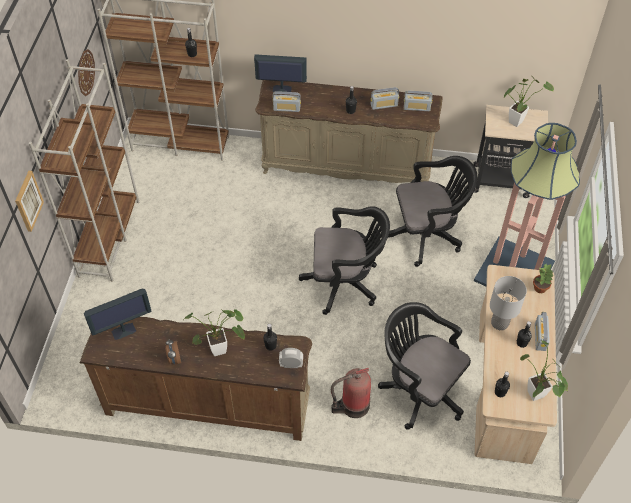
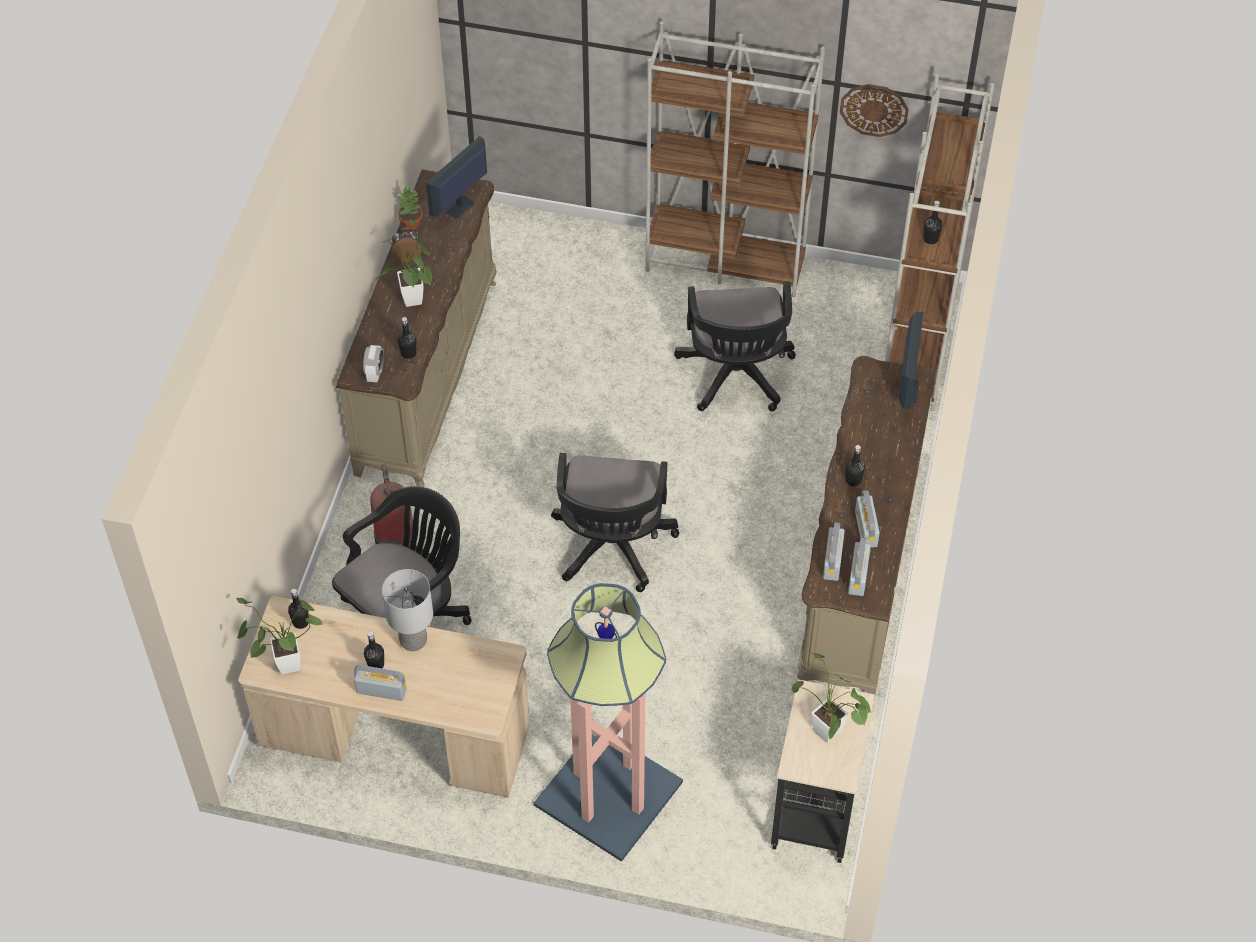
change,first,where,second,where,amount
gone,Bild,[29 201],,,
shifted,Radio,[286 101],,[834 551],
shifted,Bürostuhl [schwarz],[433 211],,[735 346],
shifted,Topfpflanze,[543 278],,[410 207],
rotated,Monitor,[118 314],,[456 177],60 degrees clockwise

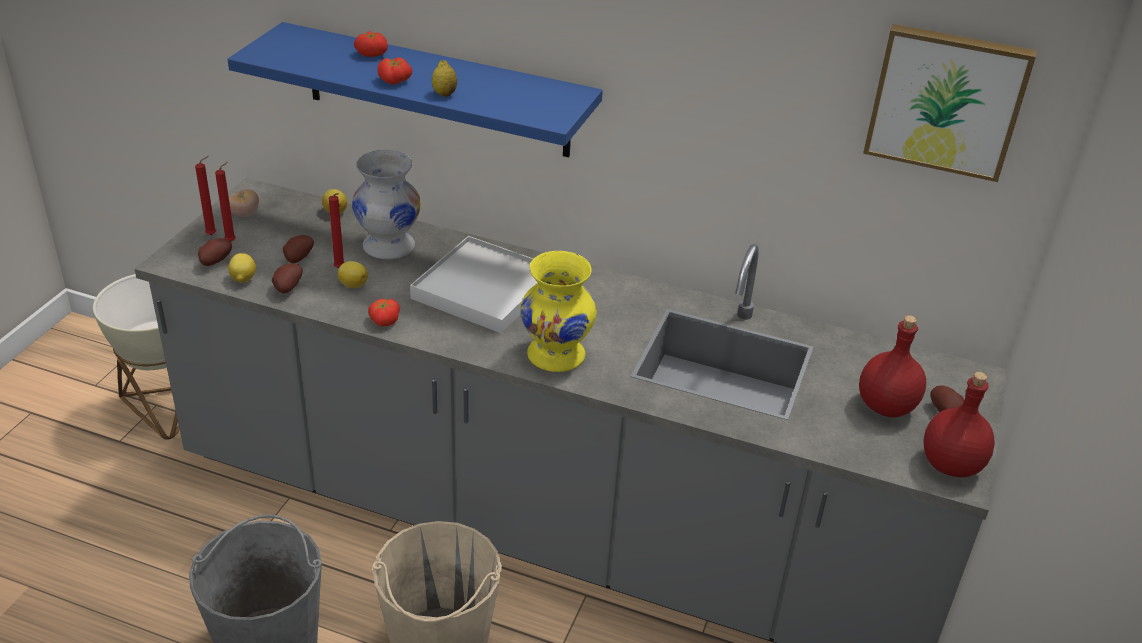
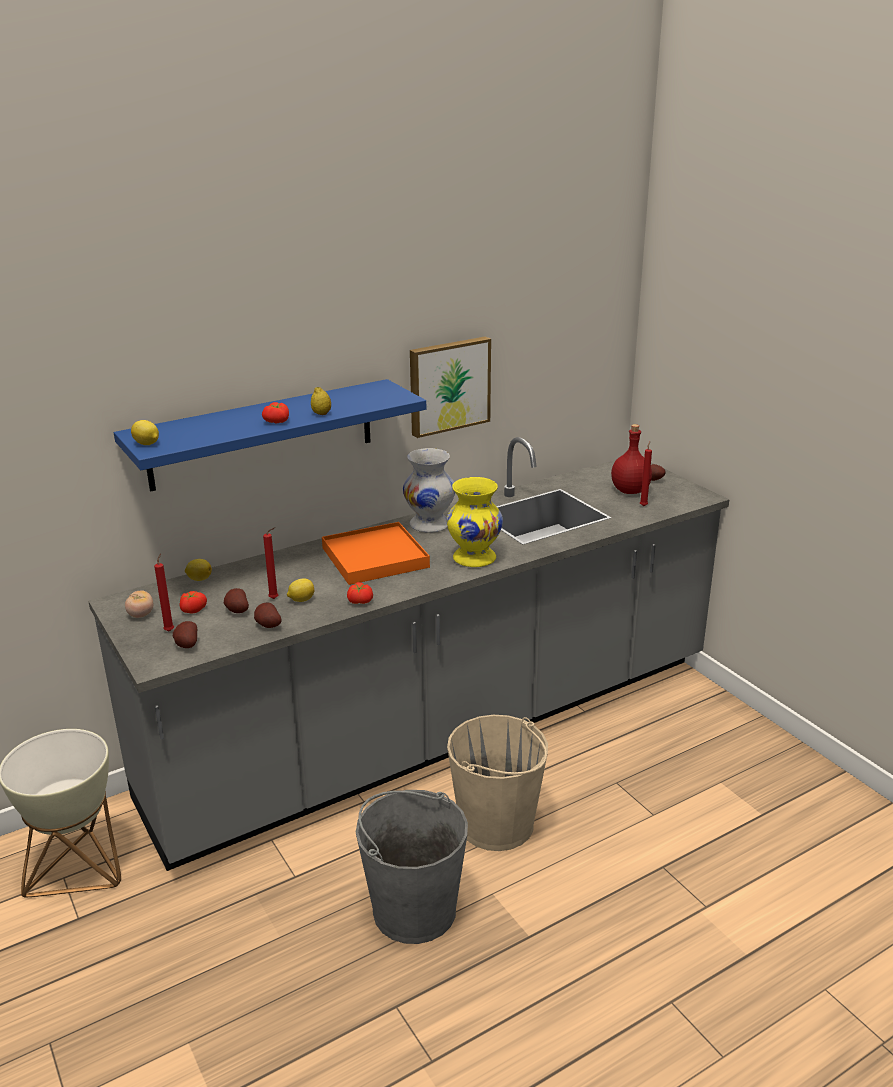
change,first,where,second,where,amount
gone,Flasche [rot],[959 424],,,
shifted,Kerze [rot],[206 195],,[646 473],
shifted,Zitrone,[242 268],,[145 432],
shifted,Vase [weiß],[386 204],,[429 490],
shifted,Tomate,[371 44],,[193 602],
shifted,Bild,[950 103],,[450 387],
repainted,Tablett [weiß],[474 285],Tablett [orange],[376 553],

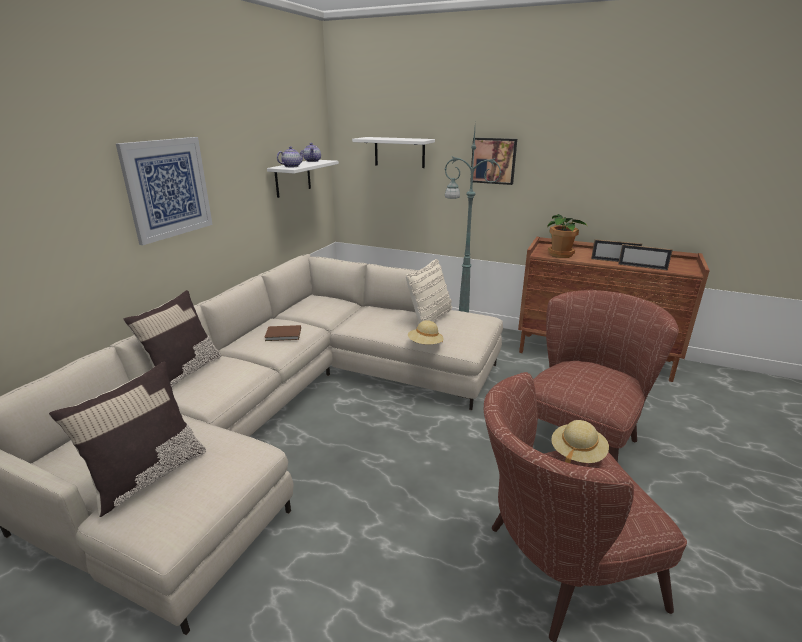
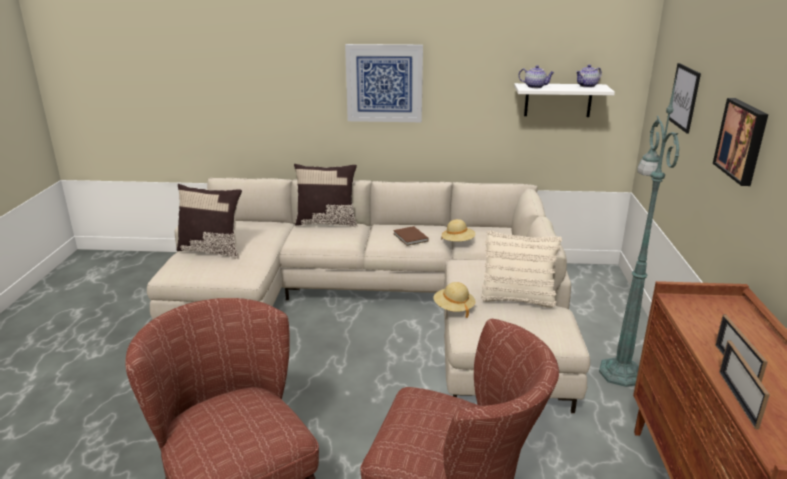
change,first,where,second,where,amount
gone,Topfpflanze,[567 236],,,
shifted,Hut [beige],[580 441],,[458 230],
swapped,Wandregal [weiß],[393 152],Bild,[685 98],

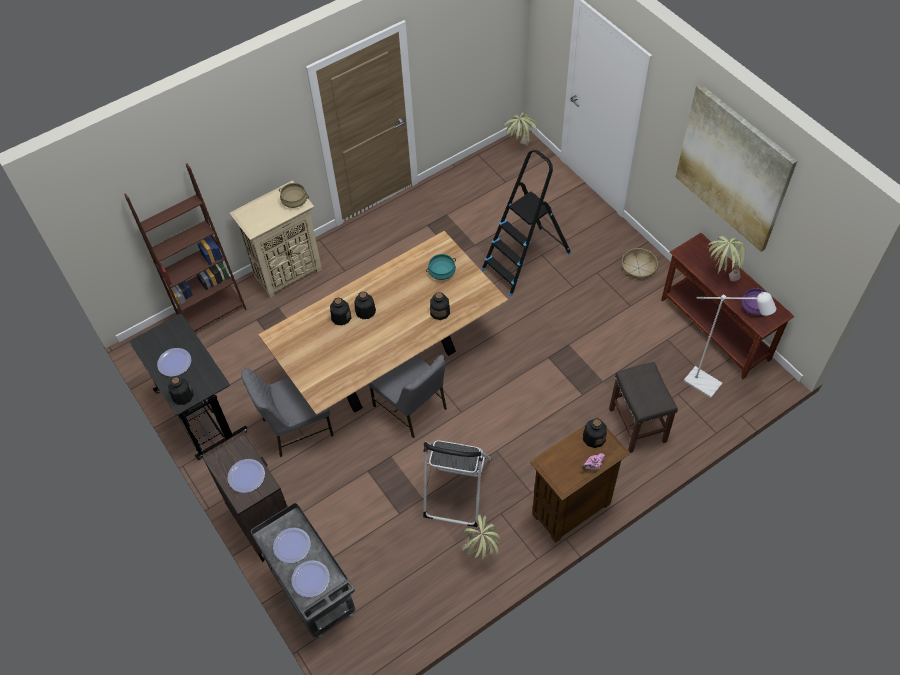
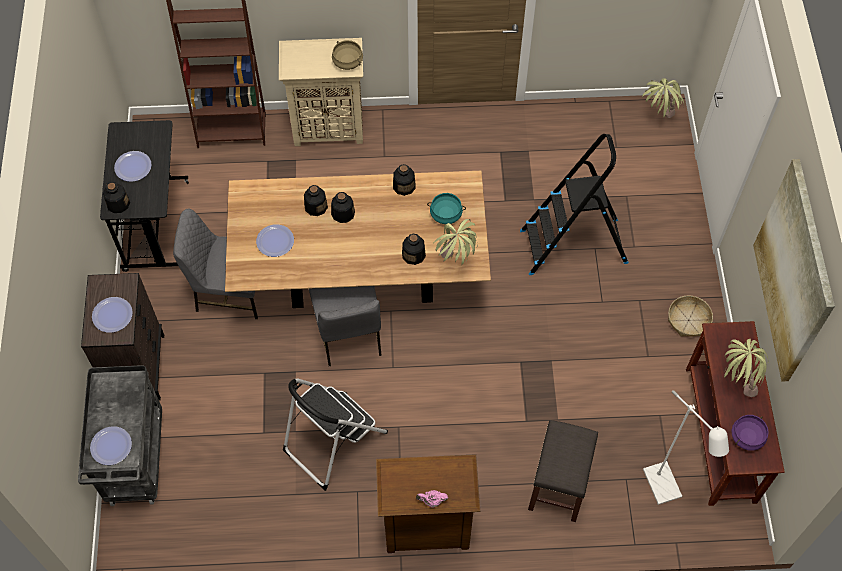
change,first,where,second,where,amount
shifted,Teller,[292 545],,[275 240],
shifted,Topfpflanze,[481 538],,[455 242],
shifted,Flasche,[595 433],,[404 180],

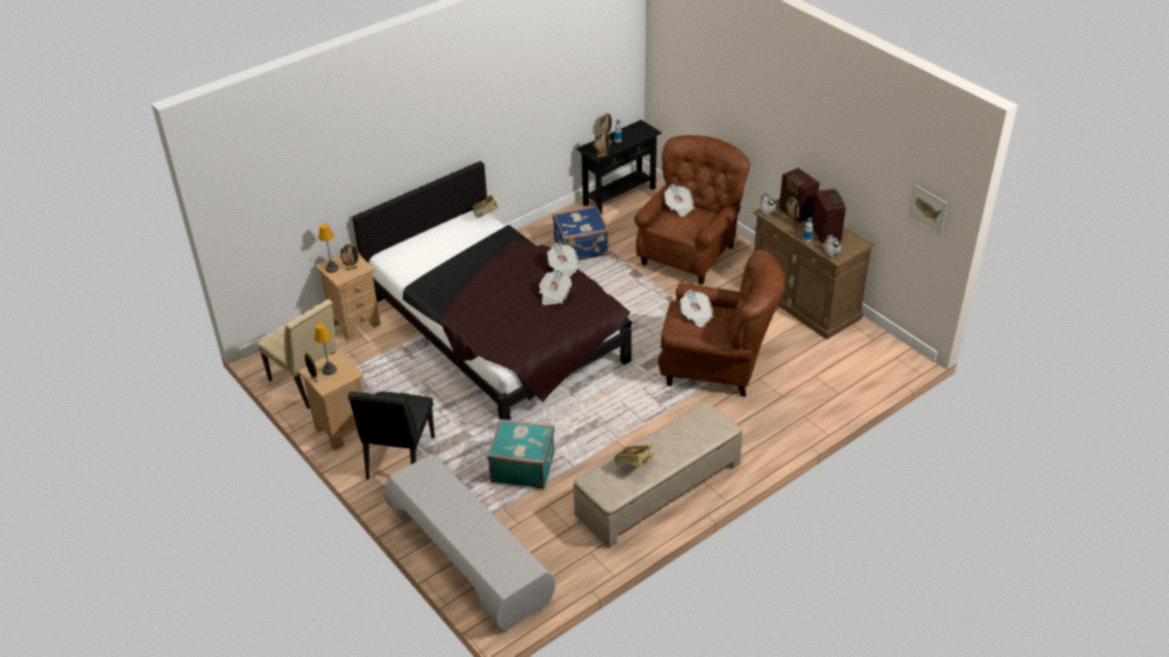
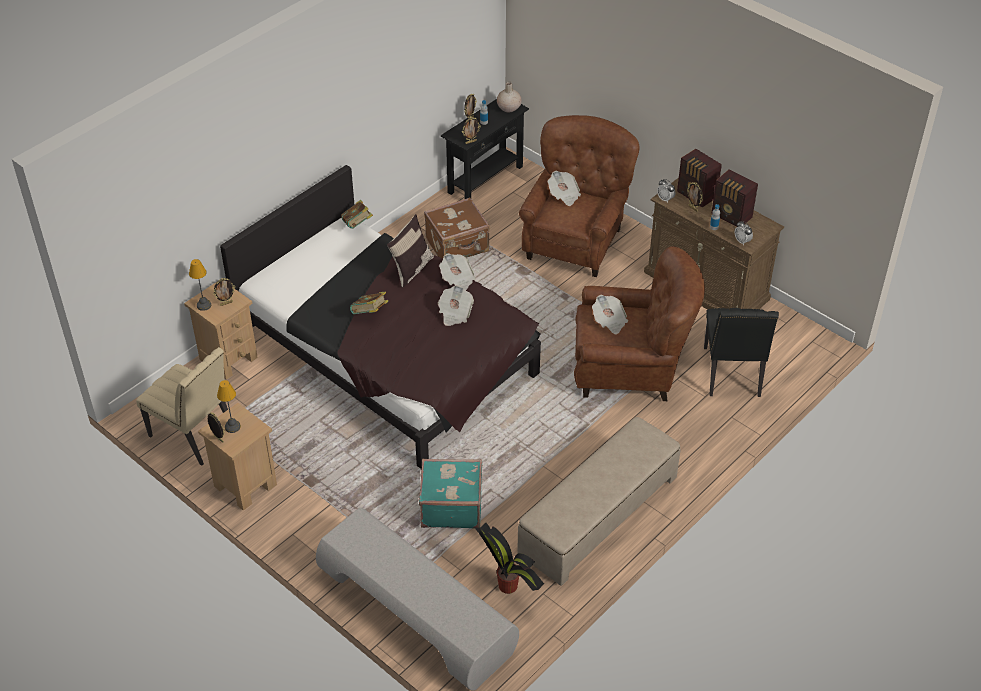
change,first,where,second,where,amount
gone,Bild,[928 210],,,
new,,,Kissen,[410 251],
new,,,Topfpflanze,[509 558],
new,,,Vase [beige],[509 97],
shifted,Stuhl [schwarz],[391 435],,[741 352],
shifted,Buch,[634 455],,[369 302],
repainted,Koffer [blau],[580 232],Koffer [braun],[457 227],
rotated,Radio,[828 216],,[734 198],150 degrees clockwise

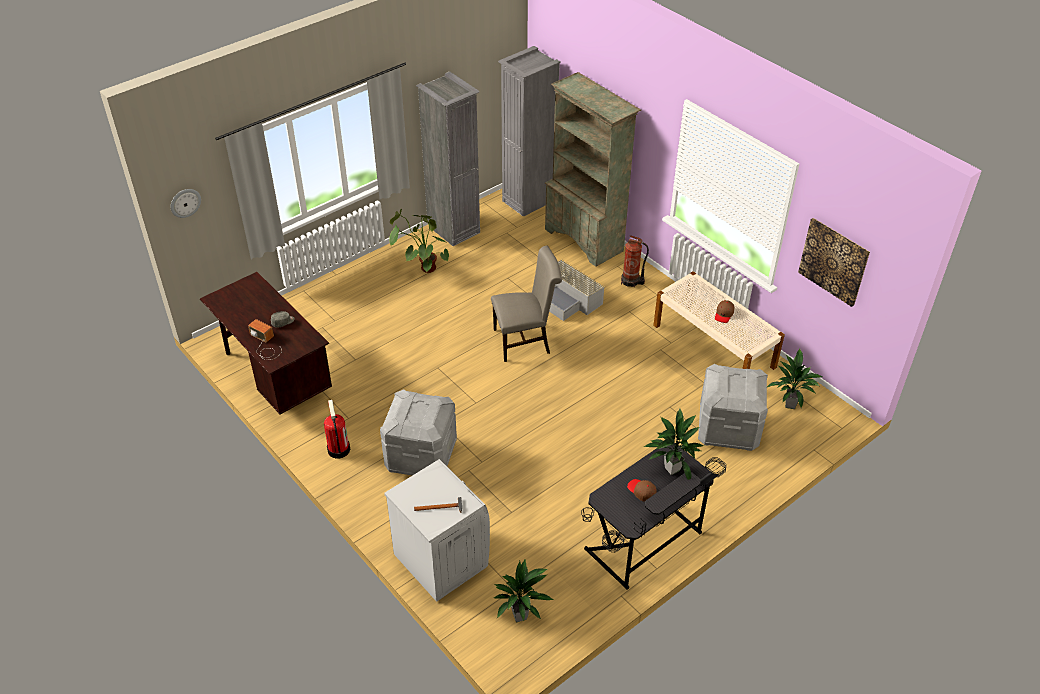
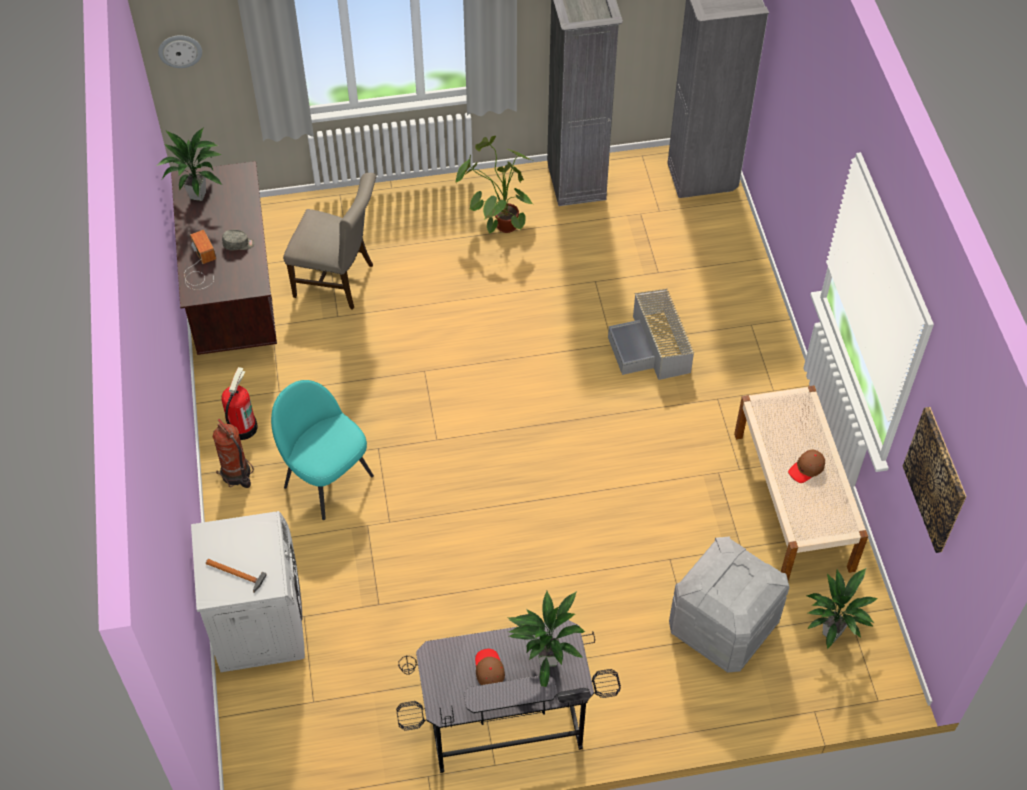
change,first,where,second,where,amount
gone,Bücherregal [grün],[593 169],,,
shifted,Stuhl [beige],[526 303],,[329 241],
shifted,Topfpflanze,[523 591],,[189 164],
shifted,Feuerlöscher,[635 261],,[233 453],
swapped,Aufbewahrungsbox [grau],[418 432],Stuhl [türkis],[322 450],

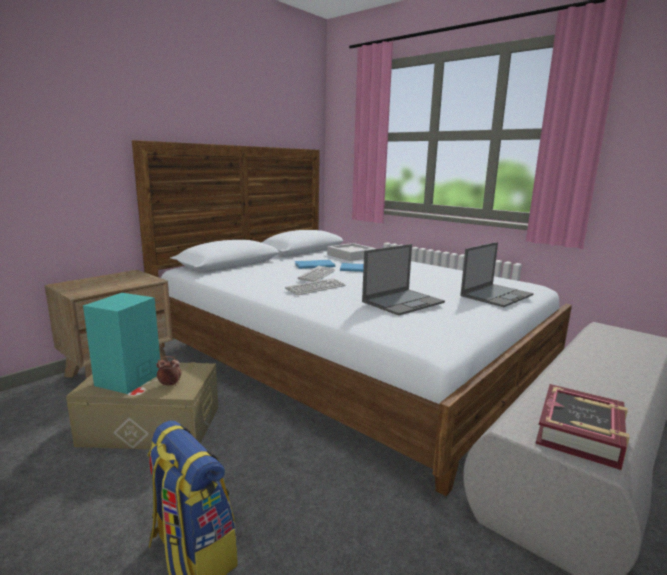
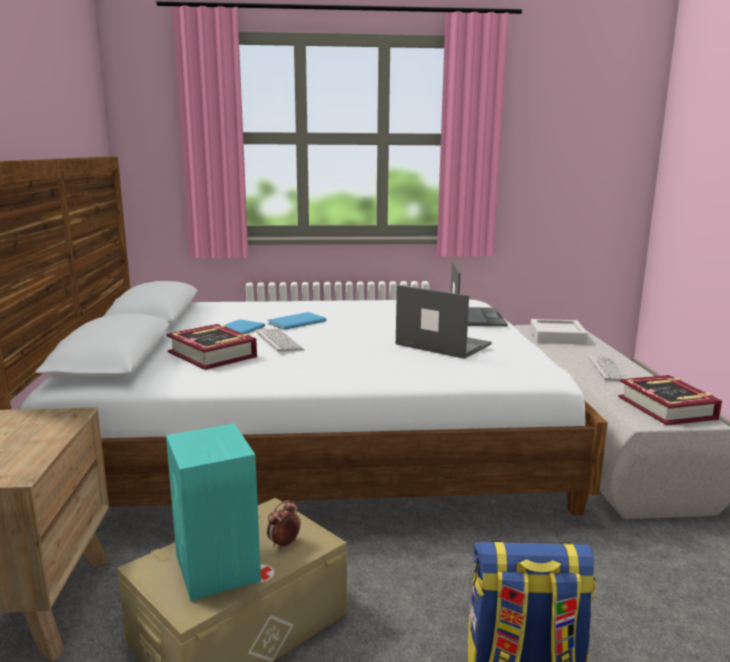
change,first,where,second,where,amount
new,,,Buch,[211 347],
shifted,Tastatur,[315 286],,[608 368],
shifted,Tablett [grau],[351 252],,[559 331],
rotated,Laptop,[403 280],,[444 322],60 degrees counterclockwise

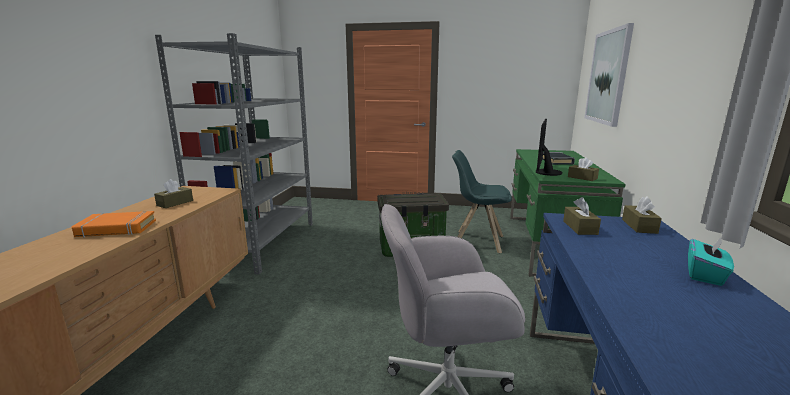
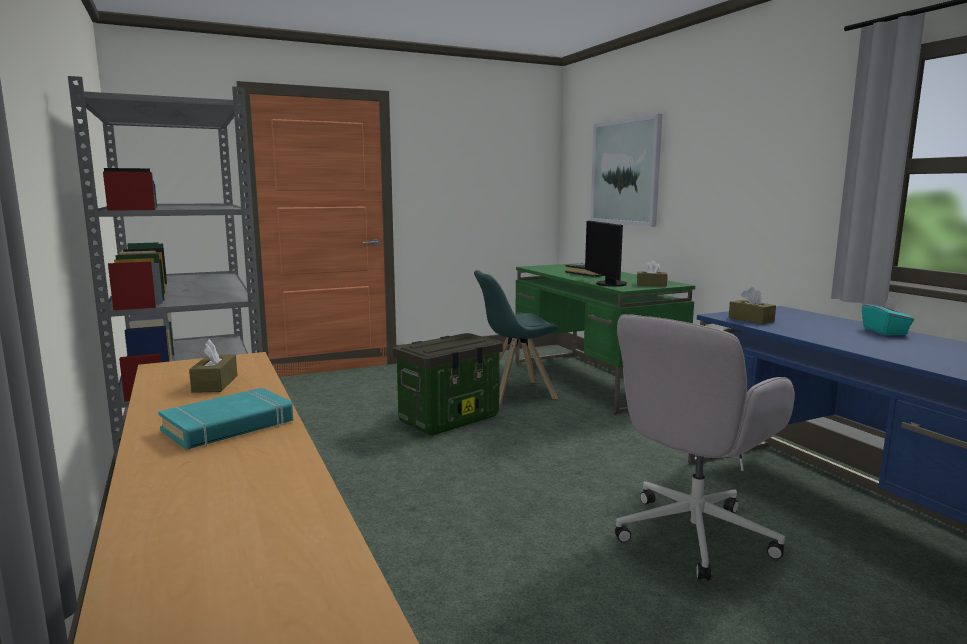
change,first,where,second,where,amount
gone,Taschentuchbox [braun],[642 215],,,
repainted,Buch [orange],[114 224],Buch [türkis],[225 419],

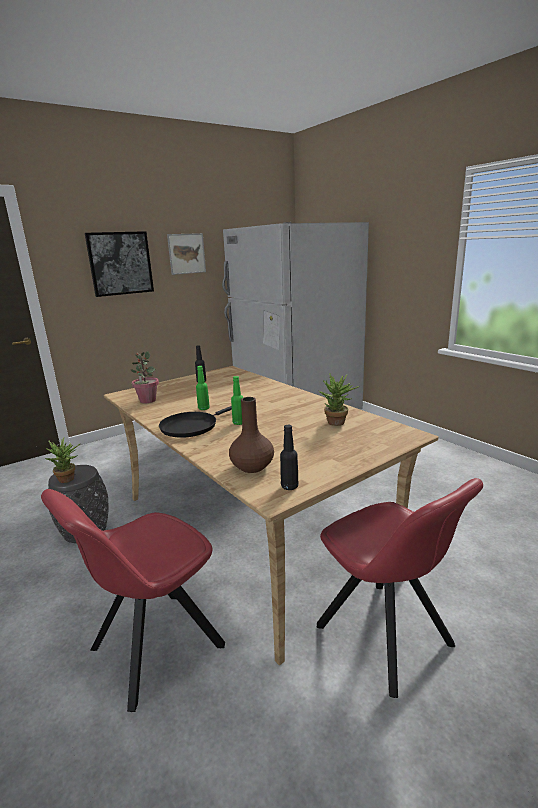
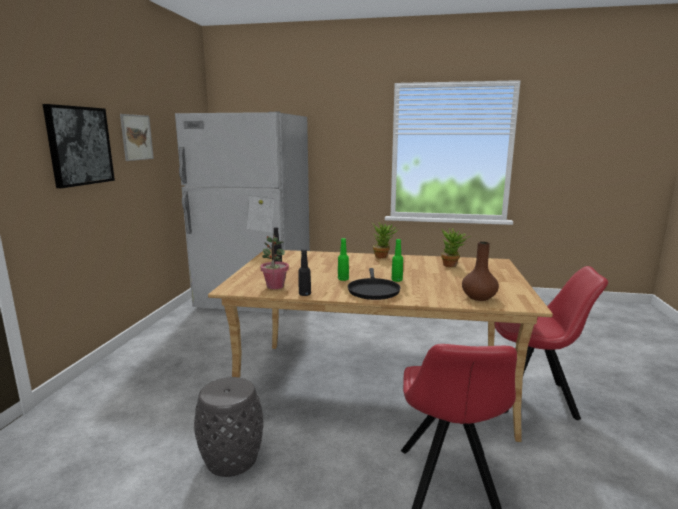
change,first,where,second,where,amount
shifted,Topfpflanze,[62 460],,[385 240],
shifted,Flasche [schwarz],[289 457],,[304 272],

